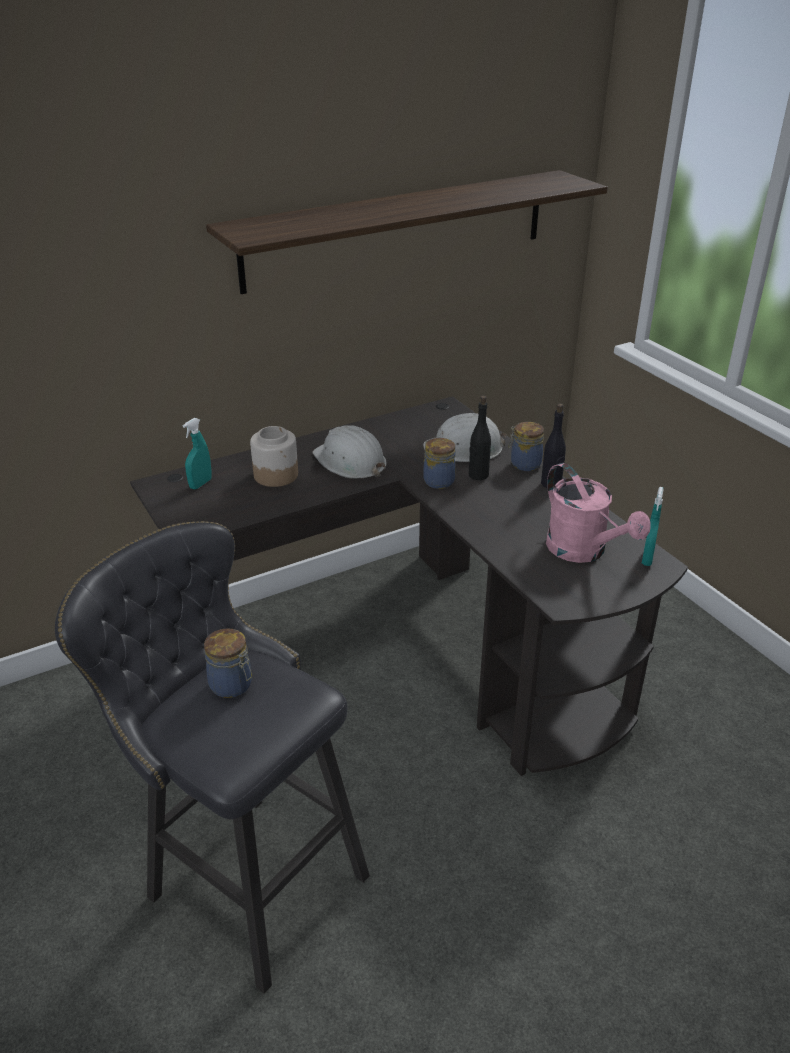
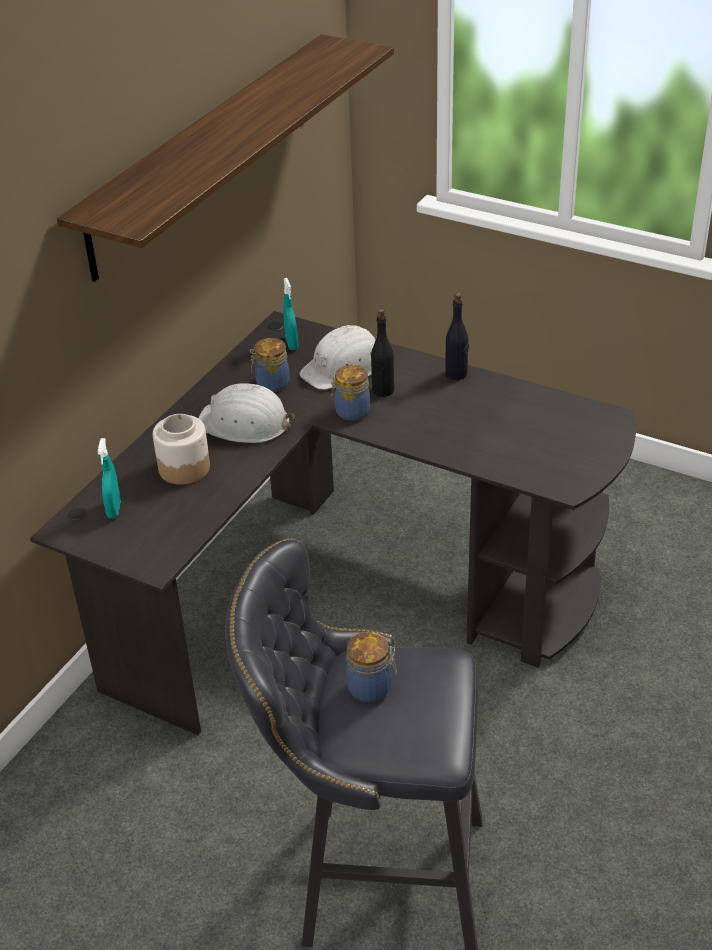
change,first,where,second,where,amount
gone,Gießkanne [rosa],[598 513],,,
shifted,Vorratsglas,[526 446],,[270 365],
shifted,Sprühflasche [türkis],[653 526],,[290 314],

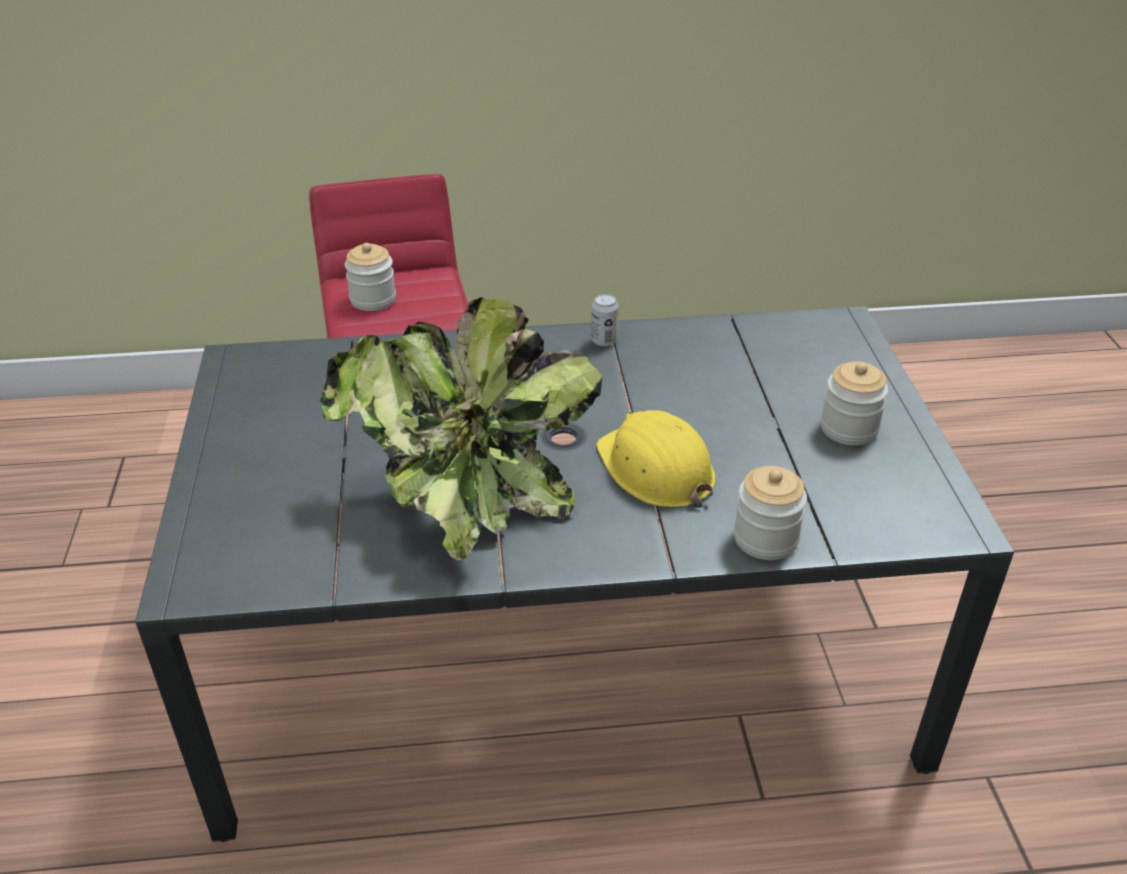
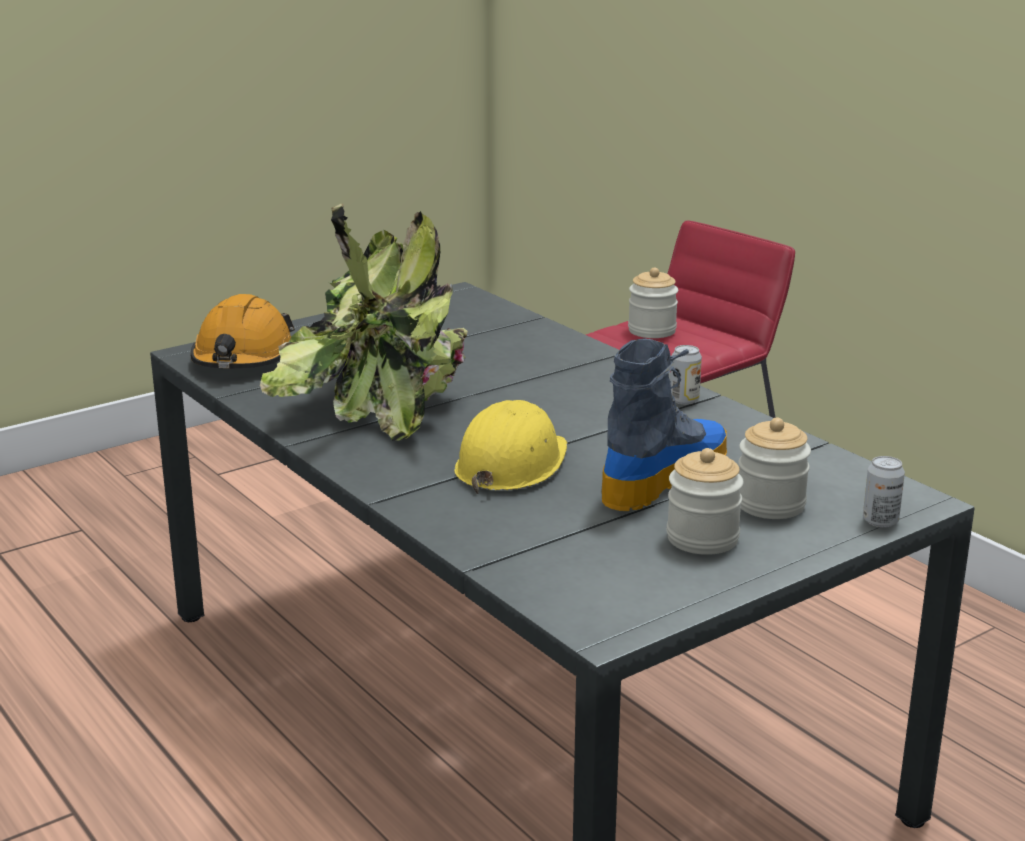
change,first,where,second,where,amount
new,,,Schutzhelm [orange],[243 331],
new,,,Stiefel,[664 424],
new,,,Dose,[884 492],
shifted,Vorratsglas,[770 513],,[774 468],

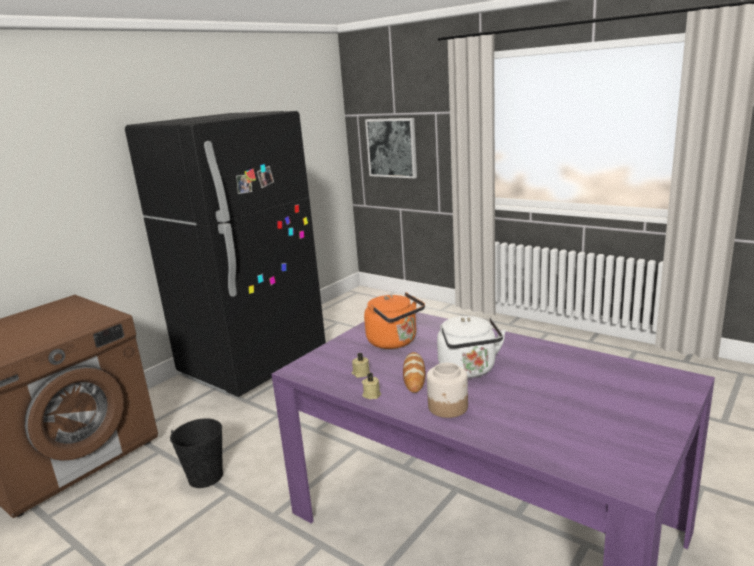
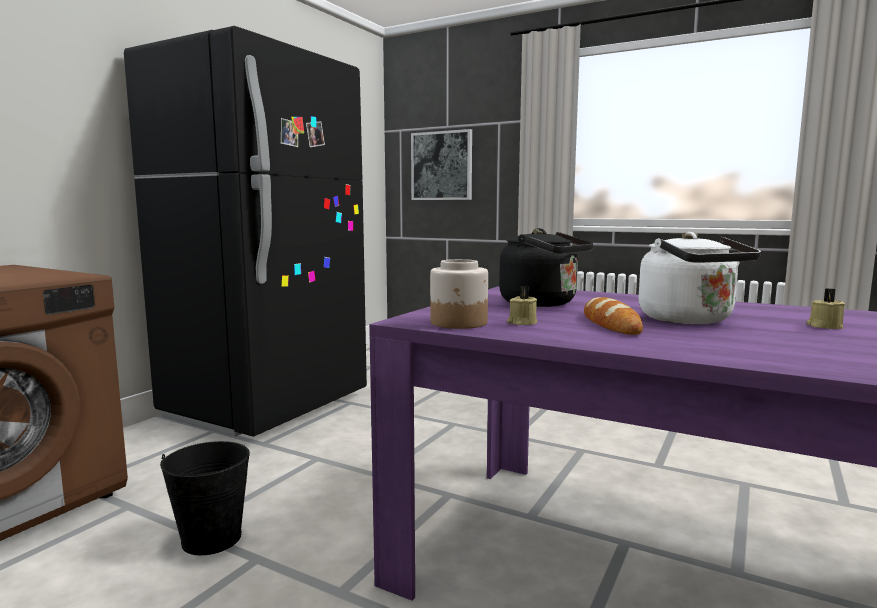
change,first,where,second,where,amount
shifted,Kerze [beige],[371 386],,[826 308],
shifted,Vorratsglas,[447 390],,[459 294],
repainted,Wasserkessel [orange],[394 320],Wasserkessel [schwarz],[546 267],

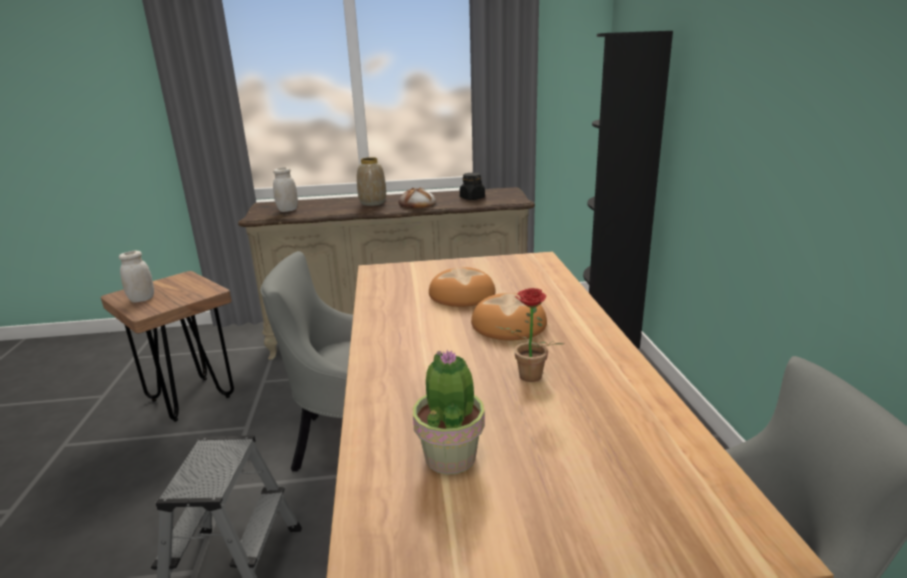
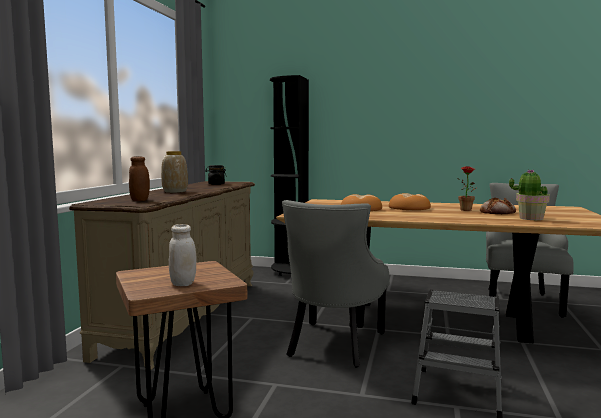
change,first,where,second,where,amount
shifted,Brot,[417 197],,[498 205],
repainted,Vorratsglas [weiß],[285 189],Vorratsglas [braun],[139 178],

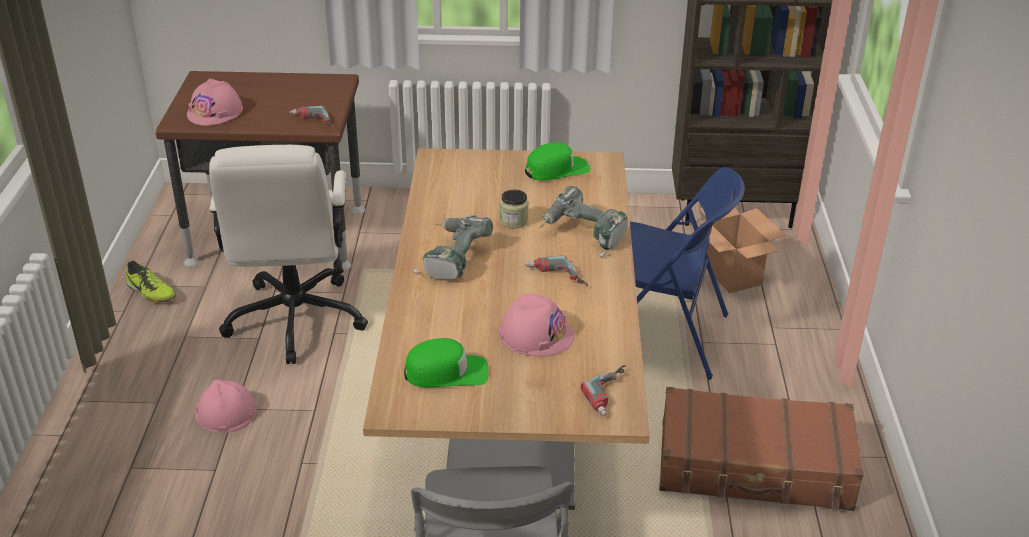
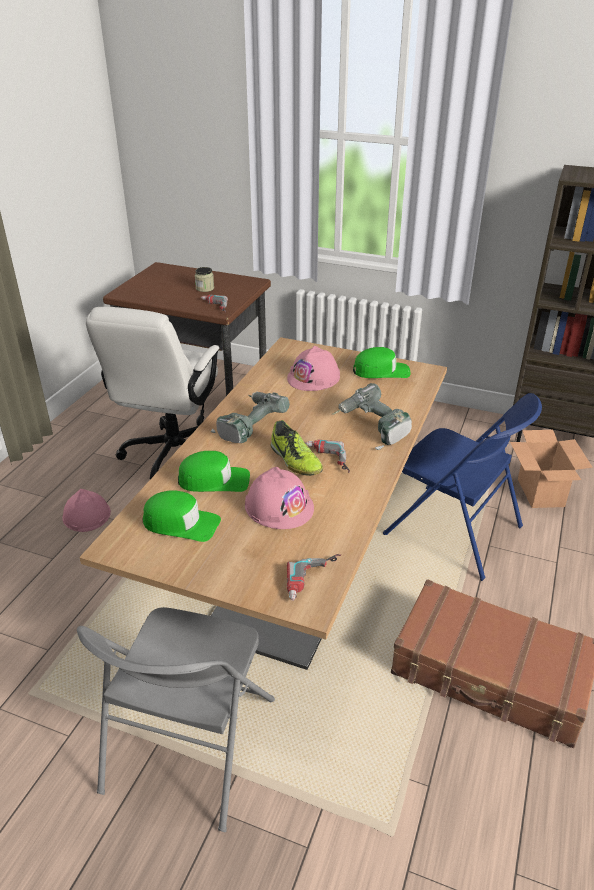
change,first,where,second,where,amount
new,,,Kappe [grün],[214 471],
shifted,Schuh,[151 281],,[297 448],
shifted,Schutzhelm [rosa],[215 101],,[313 368],
shifted,Vorratsglas,[514 208],,[204 279],

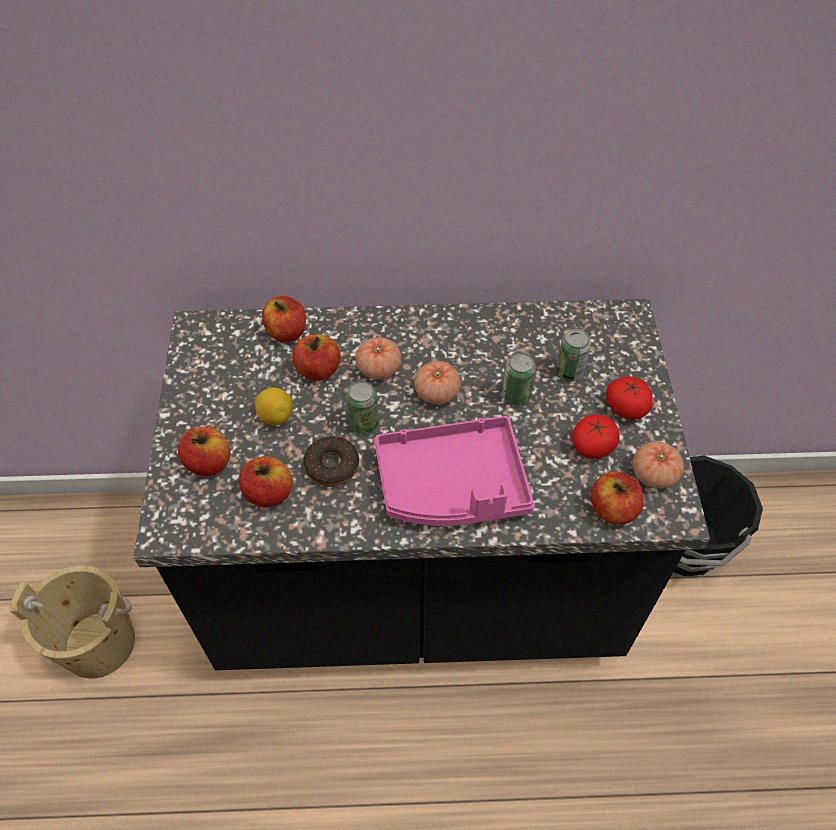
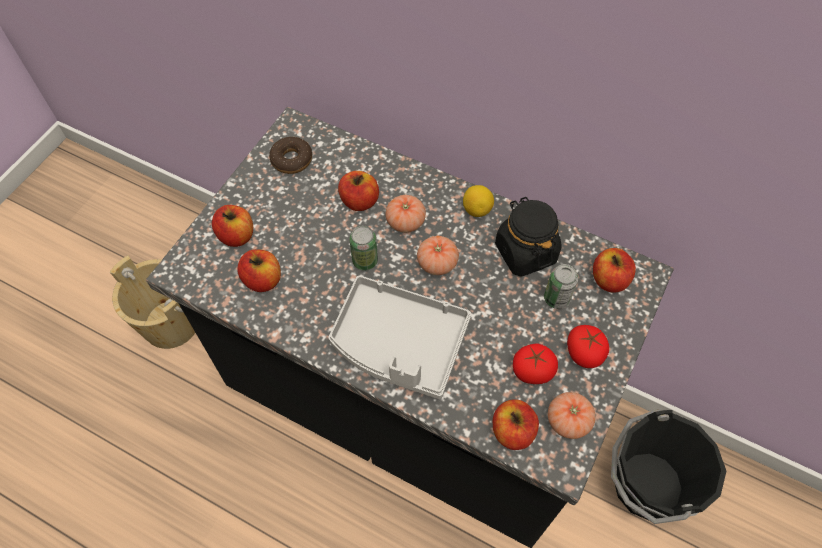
change,first,where,second,where,amount
gone,Dose,[519 379],,,
new,,,Vorratsglas [schwarz],[528 237],
shifted,Zitrone,[274 406],,[478 201],
shifted,Apfel,[284 319],,[614 270],
shifted,Donut,[331 461],,[290 155],
repainted,Tablett [rosa],[454 471],Tablett [grau],[399 337],

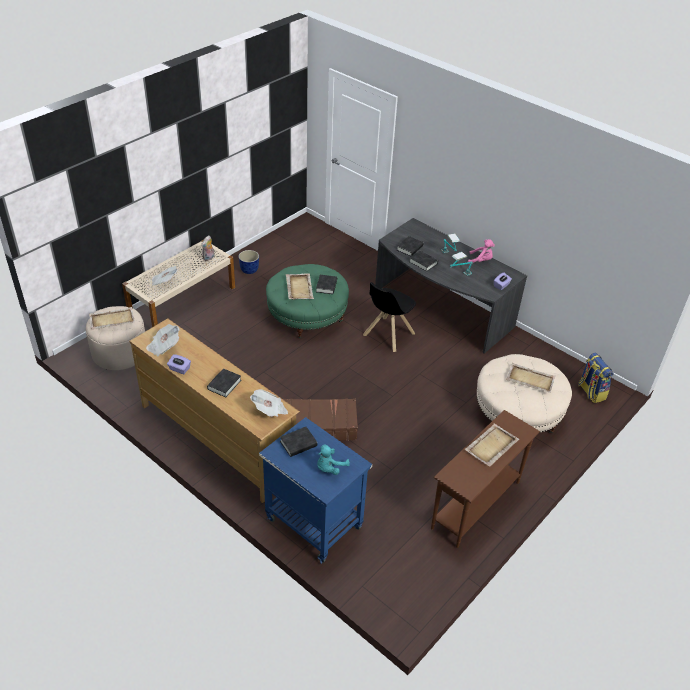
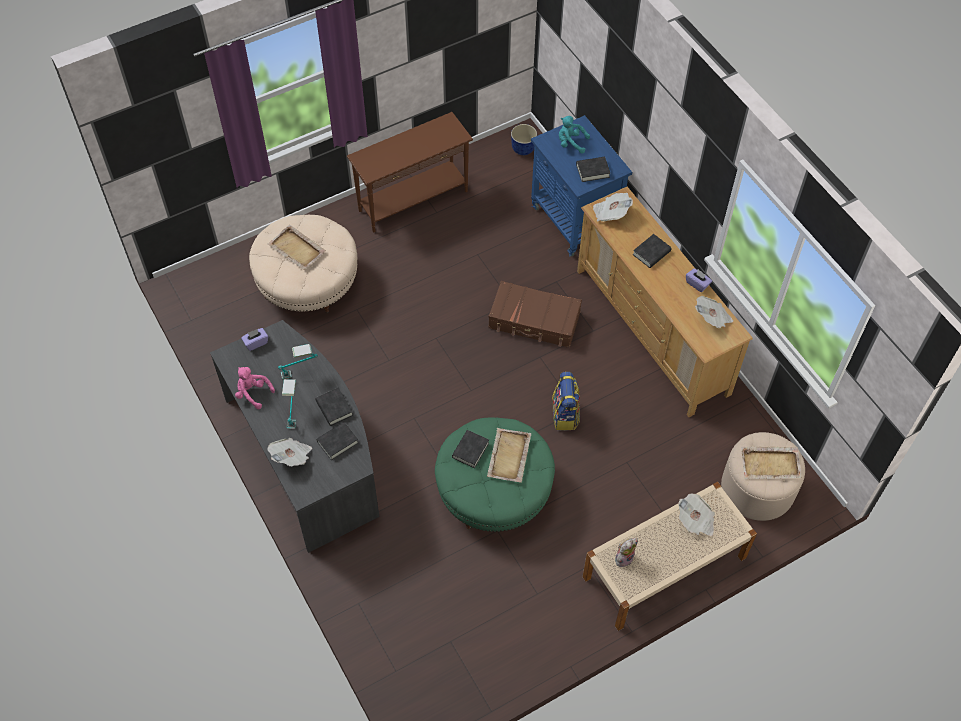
change,first,where,second,where,amount
gone,Stuhl [schwarz],[389 317],,,
gone,Tablett [beige],[492 445],,,
new,,,Zeitung,[290 452],
shifted,Pflanzkübel,[249 262],,[524 139],
shifted,Rucksack,[596 378],,[566 400],
rotated,Plüschtier [türkis],[333 459],,[574 135],135 degrees counterclockwise

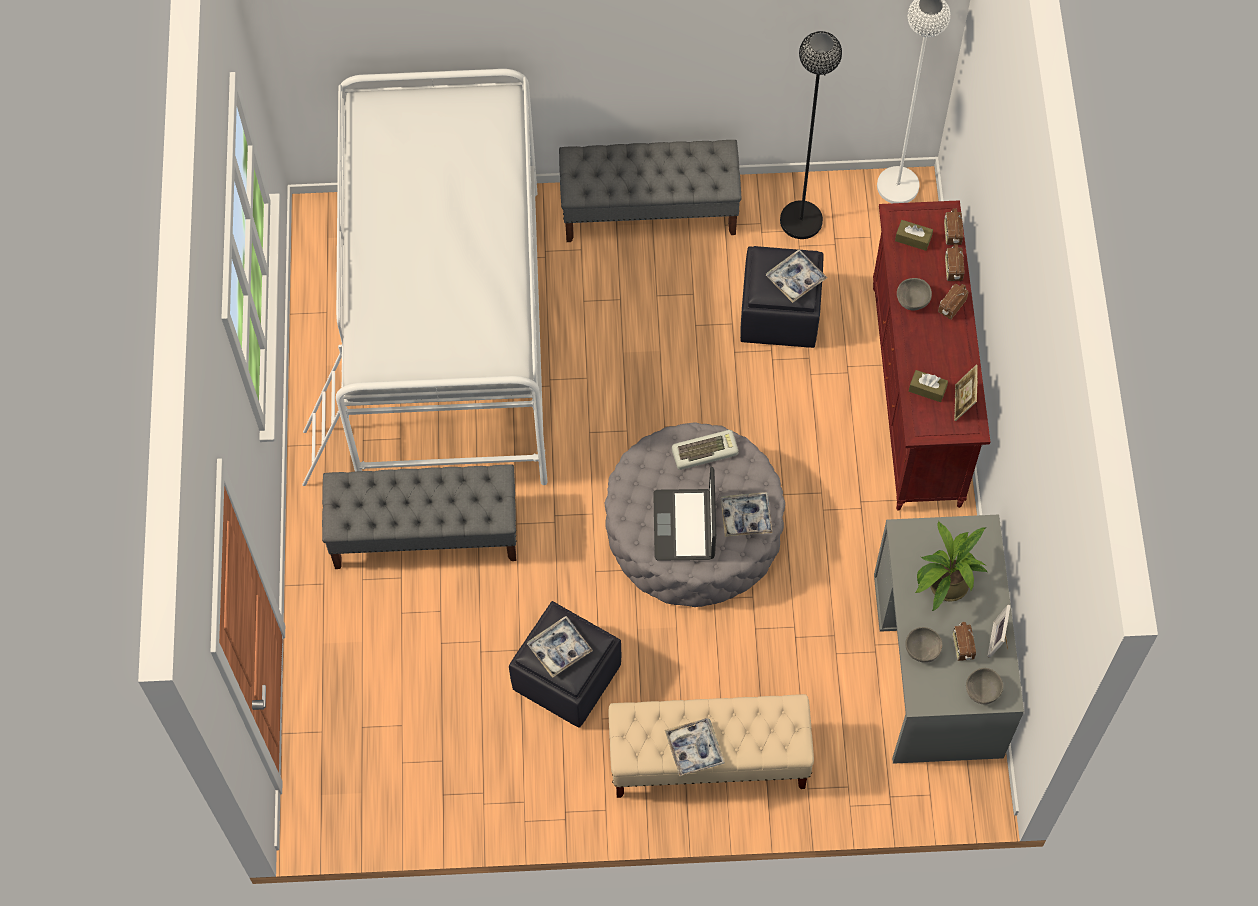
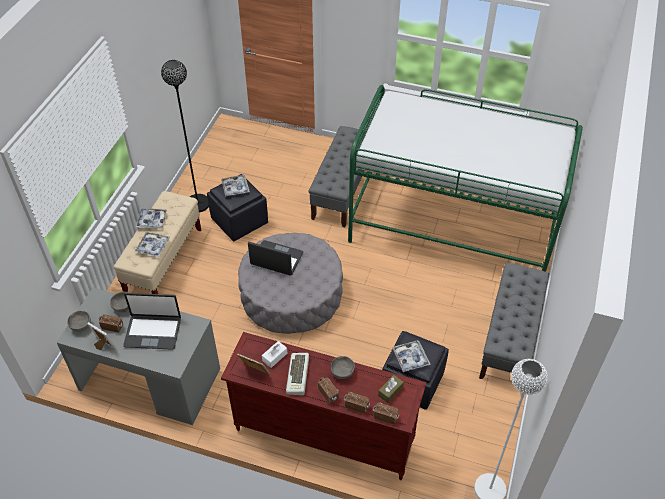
change,first,where,second,where,amount
shifted,Tastatur,[705 450],,[297 374],
shifted,Tablett,[747 514],,[152 244],
shifted,Stehlampe [schwarz],[811 135],,[185 136],
swapped,Topfpflanze,[951 566],Laptop,[152 321],
repainted,Bett [weiß],[425 277],Bett [grün],[465 178],
repainted,Taschentuchbox [braun],[928 386],Taschentuchbox [weiß],[274 354],

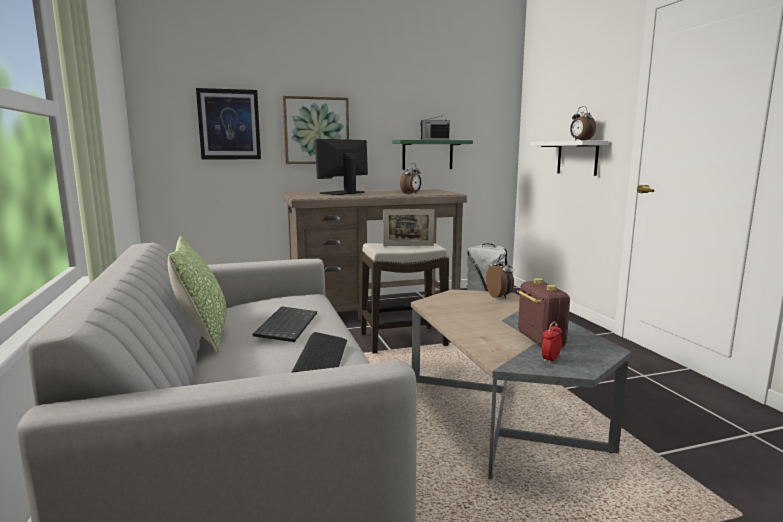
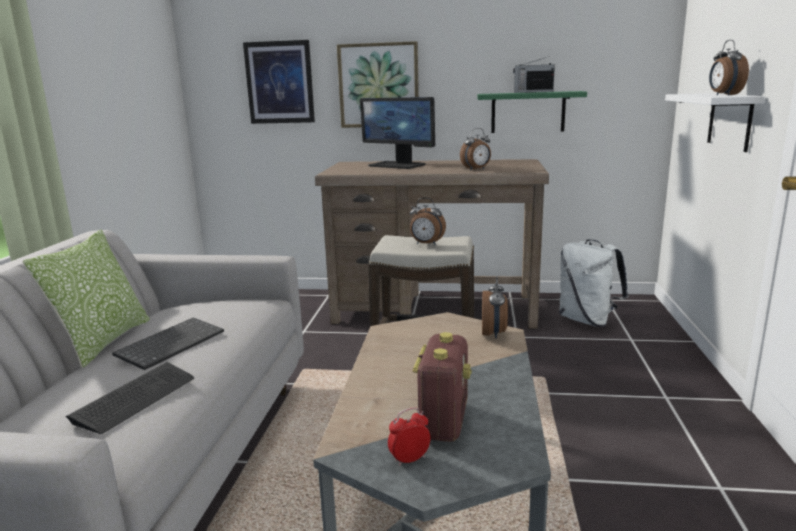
change,first,where,second,where,amount
swapped,Bilderrahmen,[408 227],Wecker,[428 221],
rotated,Monitor,[341 167],,[397 133],120 degrees counterclockwise

